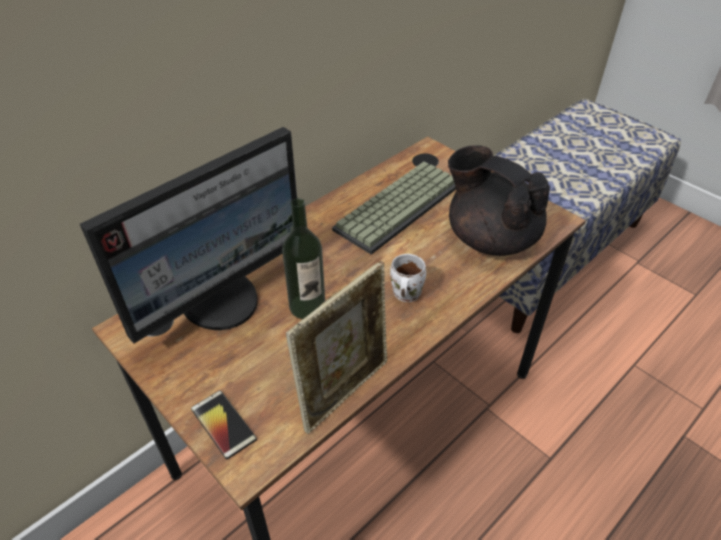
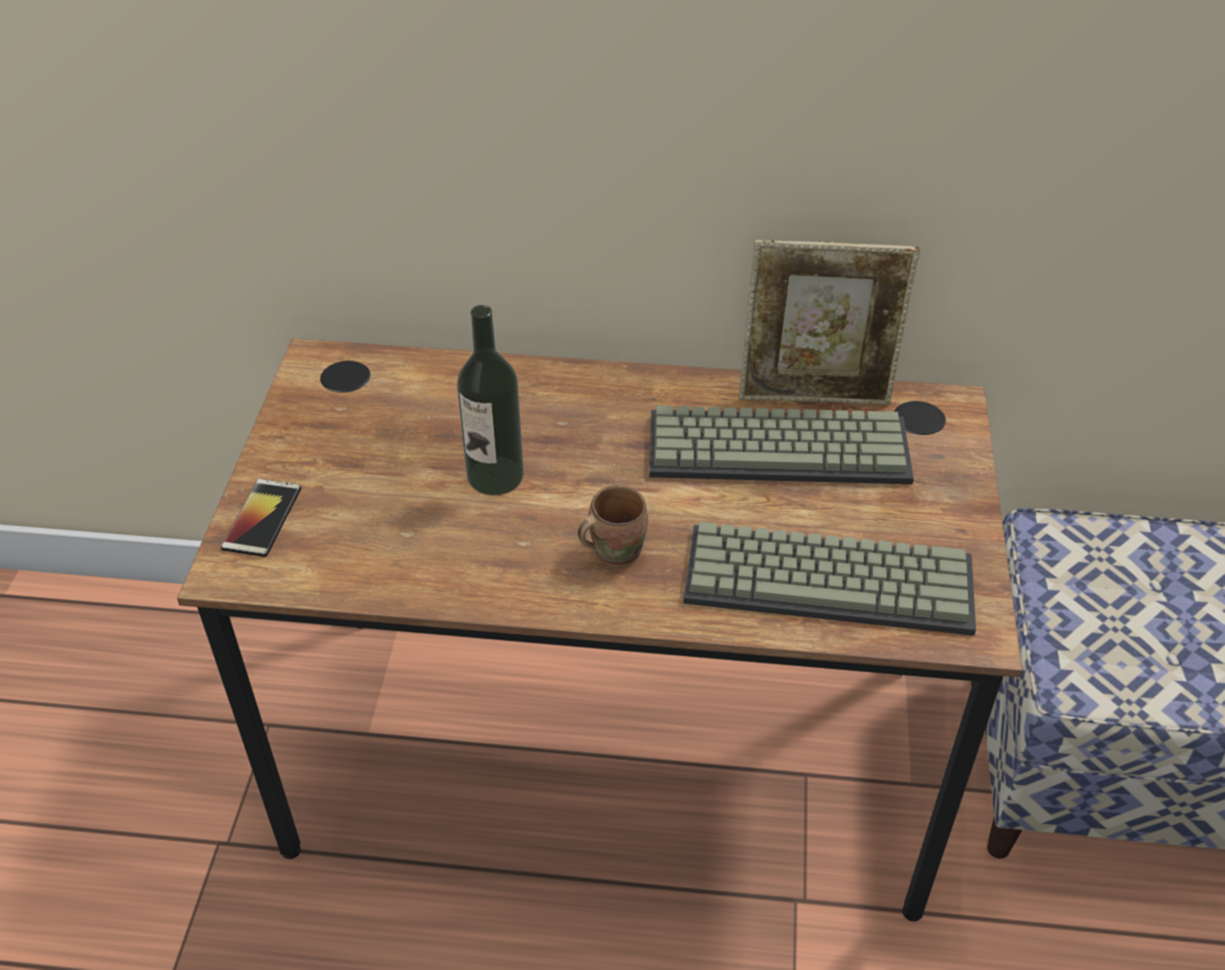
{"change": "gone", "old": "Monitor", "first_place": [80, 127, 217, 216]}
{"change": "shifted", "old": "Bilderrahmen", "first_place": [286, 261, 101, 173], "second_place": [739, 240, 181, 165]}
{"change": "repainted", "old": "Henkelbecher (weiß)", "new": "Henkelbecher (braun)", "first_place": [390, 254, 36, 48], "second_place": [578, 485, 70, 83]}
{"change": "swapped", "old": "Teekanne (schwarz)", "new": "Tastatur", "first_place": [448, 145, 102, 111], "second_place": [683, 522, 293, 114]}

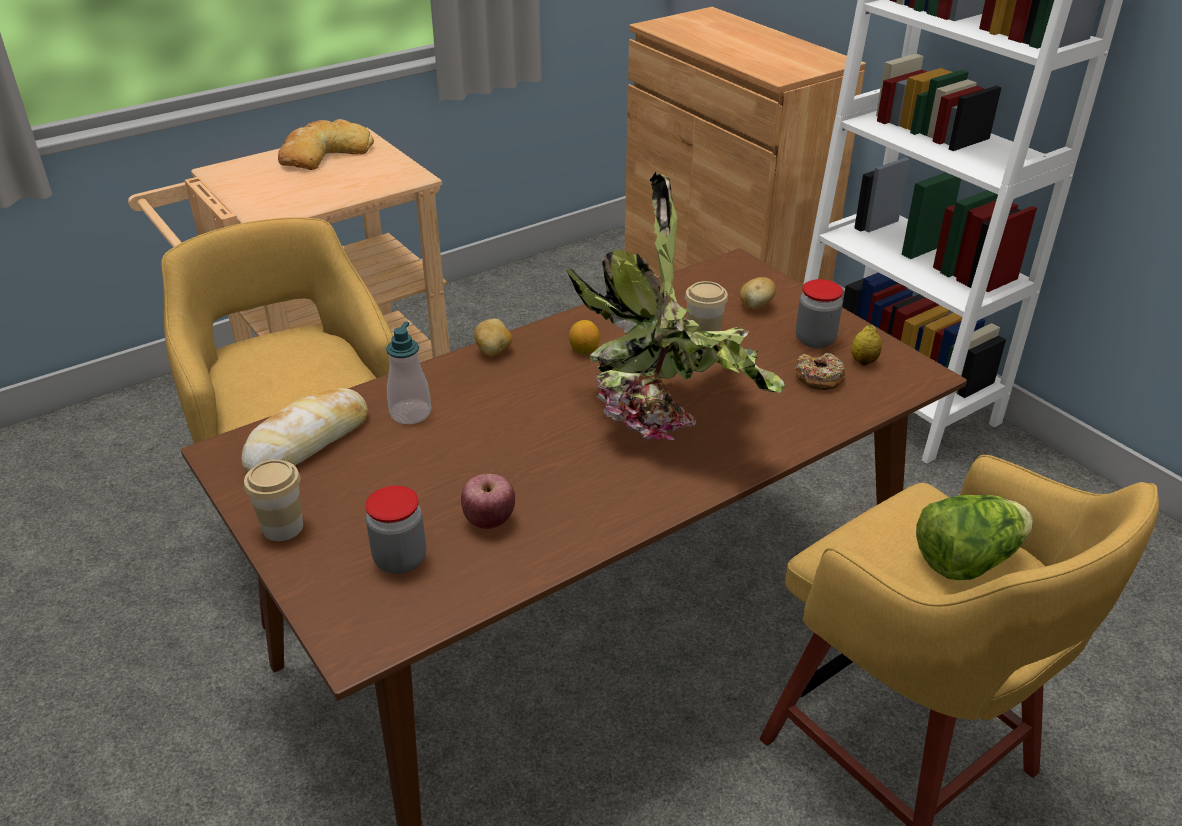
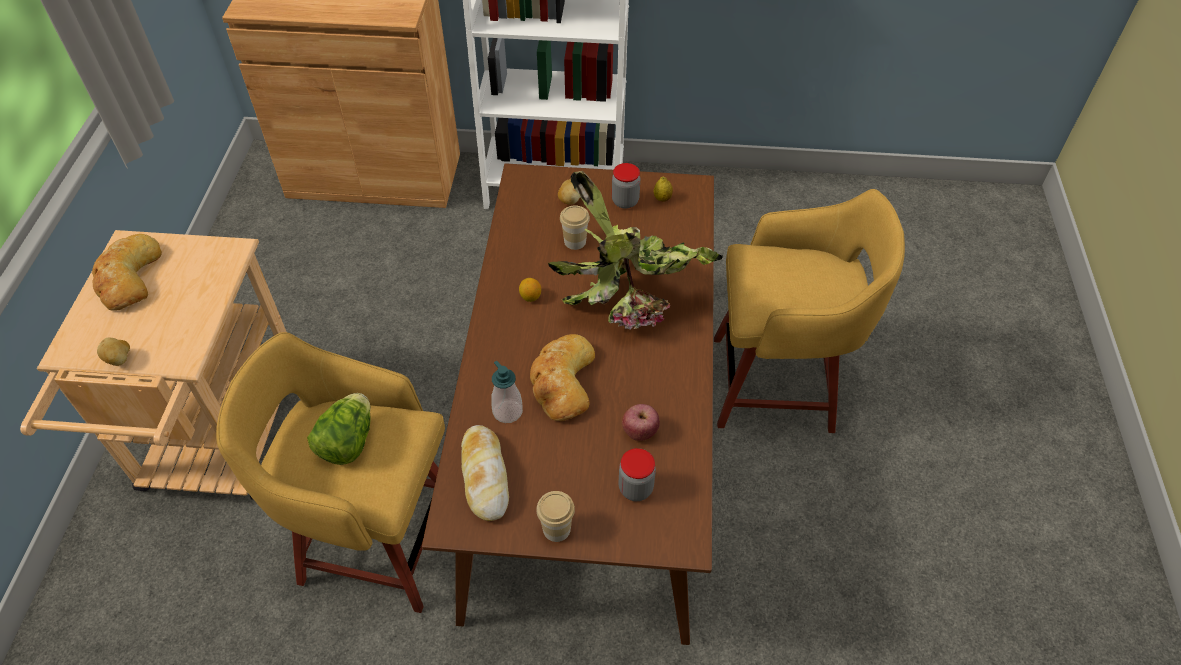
{"change": "shifted", "old": "Kartoffel", "first_place": [474, 318, 39, 38], "second_place": [97, 338, 33, 28]}
{"change": "gone", "old": "Donut", "first_place": [795, 353, 51, 37]}
{"change": "shifted", "old": "Salatkopf", "first_place": [916, 495, 117, 85], "second_place": [307, 393, 64, 72]}
{"change": "new", "new": "Brot", "second_place": [530, 334, 65, 87]}

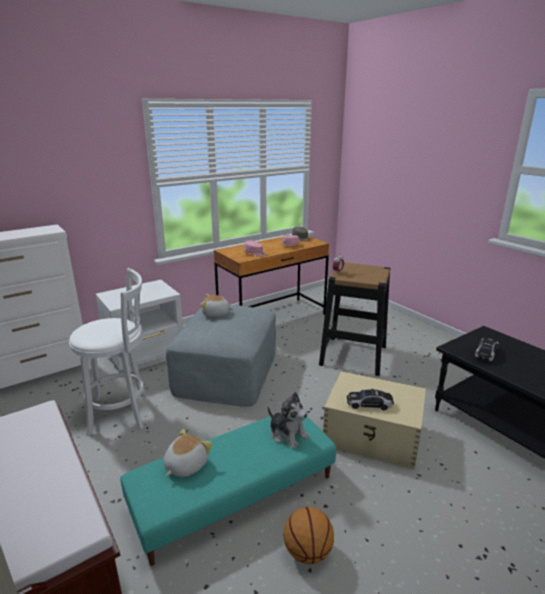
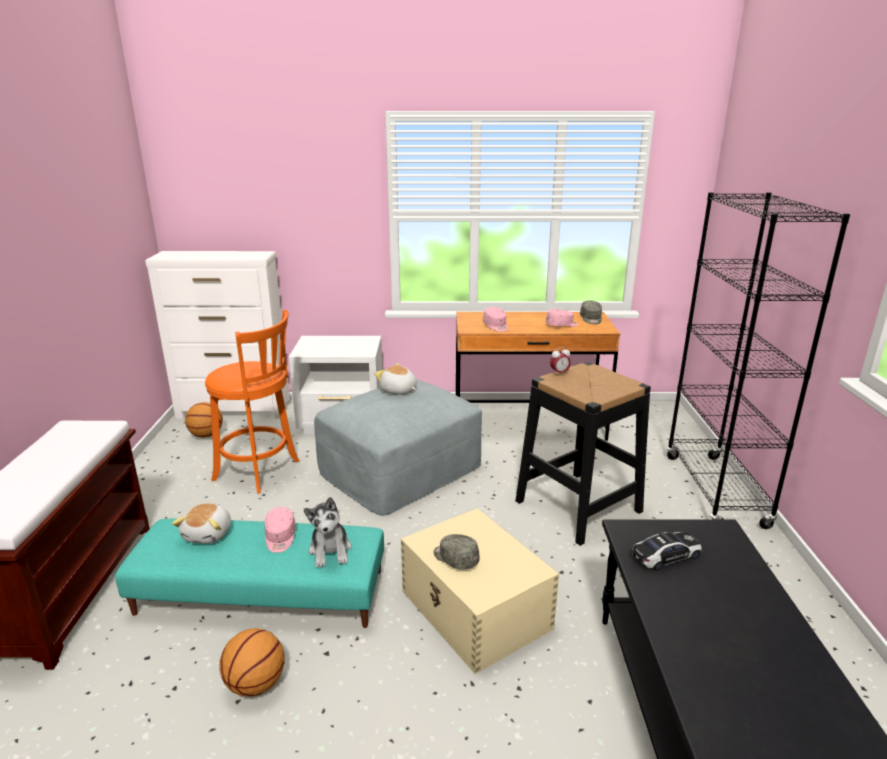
{"change": "repainted", "old": "Hocker (weiß)", "new": "Hocker (orange)", "first_place": [69, 268, 77, 168], "second_place": [205, 310, 94, 184]}
{"change": "rotated", "old": "Plüschtier", "first_place": [164, 429, 48, 48], "second_place": [172, 503, 59, 41], "degrees": 120}
{"change": "swapped", "old": "Spielzeugauto", "new": "Kappe (grau)", "first_place": [347, 389, 47, 21], "second_place": [434, 534, 46, 36]}
{"change": "new", "new": "Basketball", "second_place": [185, 402, 38, 36]}
{"change": "new", "new": "Kappe (rosa)", "second_place": [265, 507, 31, 46]}
{"change": "new", "new": "Bücherregal (schwarz)", "second_place": [666, 192, 184, 337]}

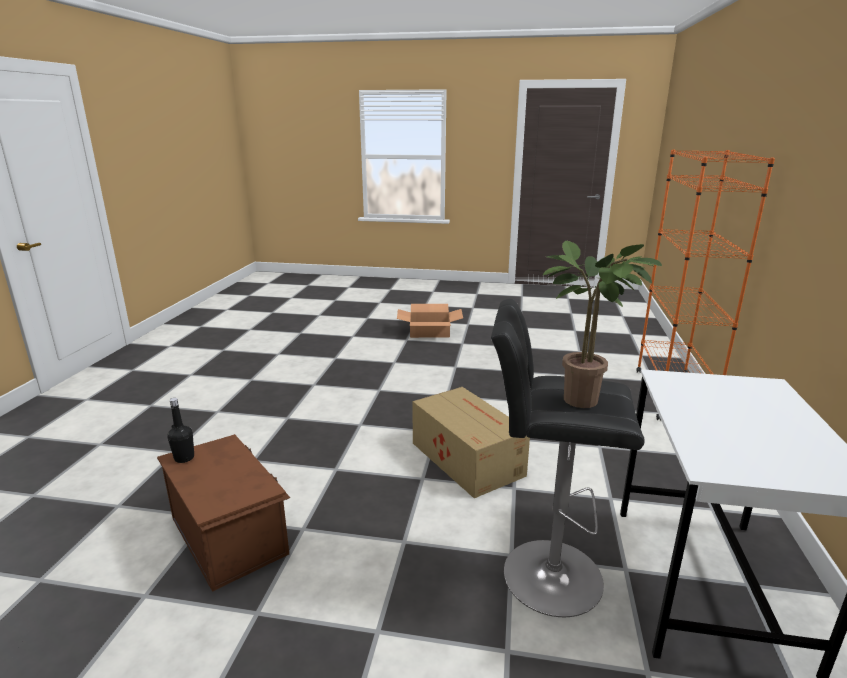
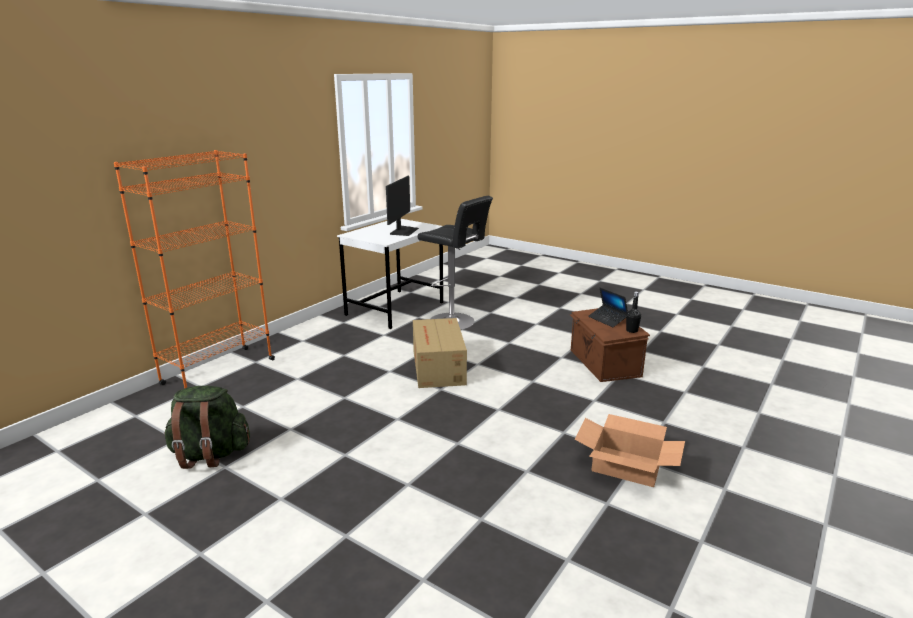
{"change": "shifted", "old": "Karton", "first_place": [397, 304, 66, 34], "second_place": [575, 414, 110, 73]}
{"change": "gone", "old": "Topfpflanze", "first_place": [543, 240, 119, 168]}
{"change": "new", "new": "Rucksack (grün)", "second_place": [164, 386, 86, 83]}
{"change": "new", "new": "Monitor", "second_place": [386, 176, 33, 60]}
{"change": "new", "new": "Laptop", "second_place": [588, 288, 40, 39]}

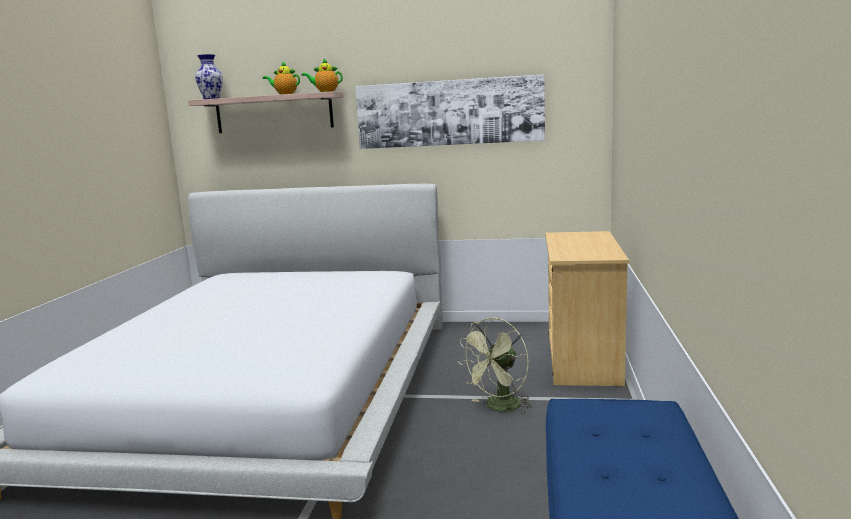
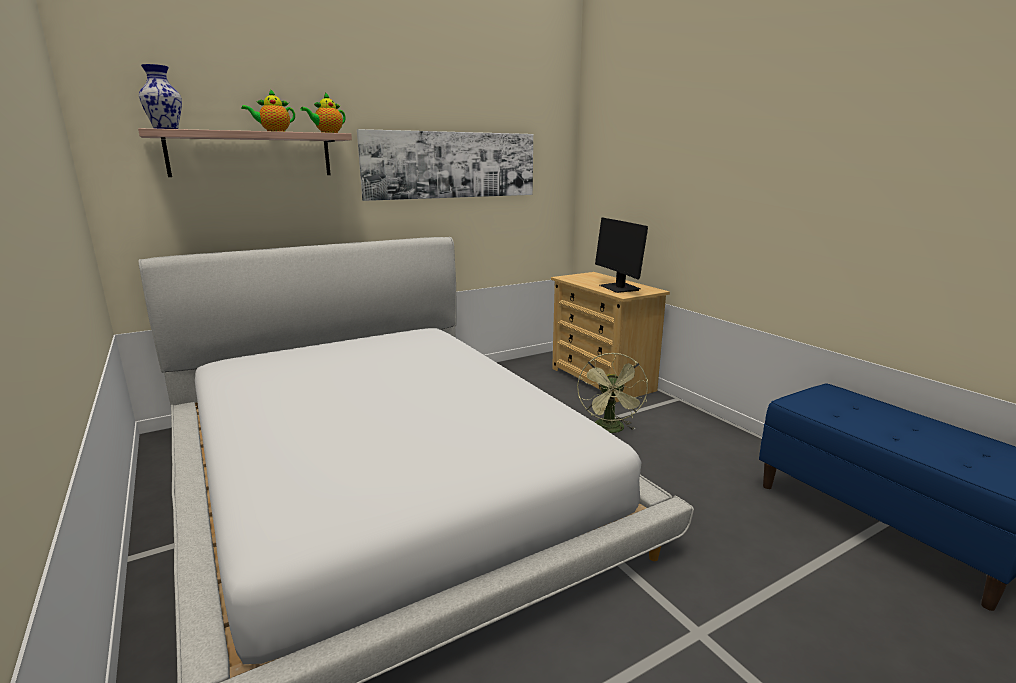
{"change": "new", "new": "Monitor", "second_place": [595, 217, 53, 76]}

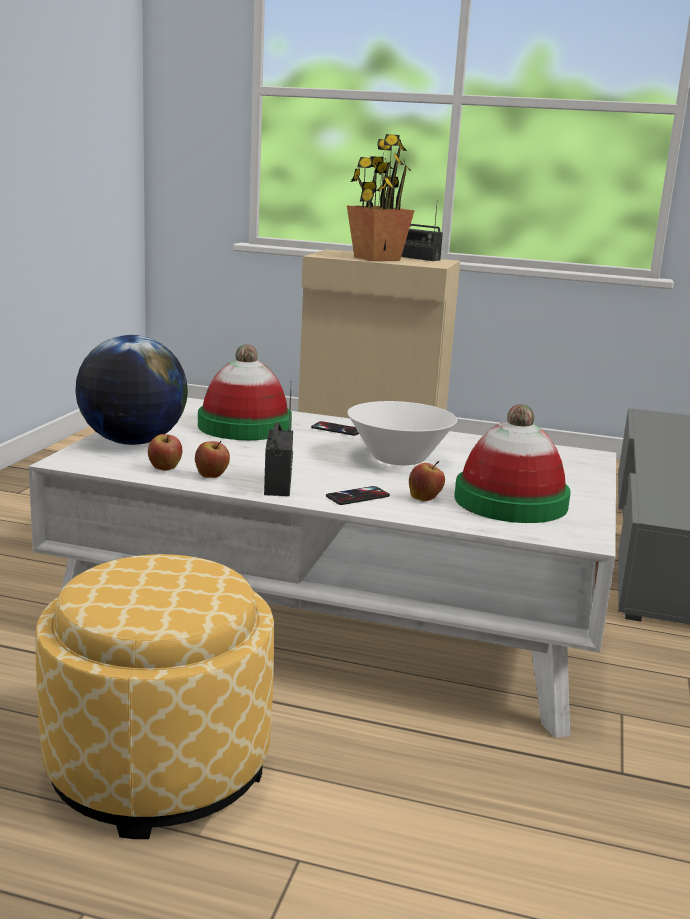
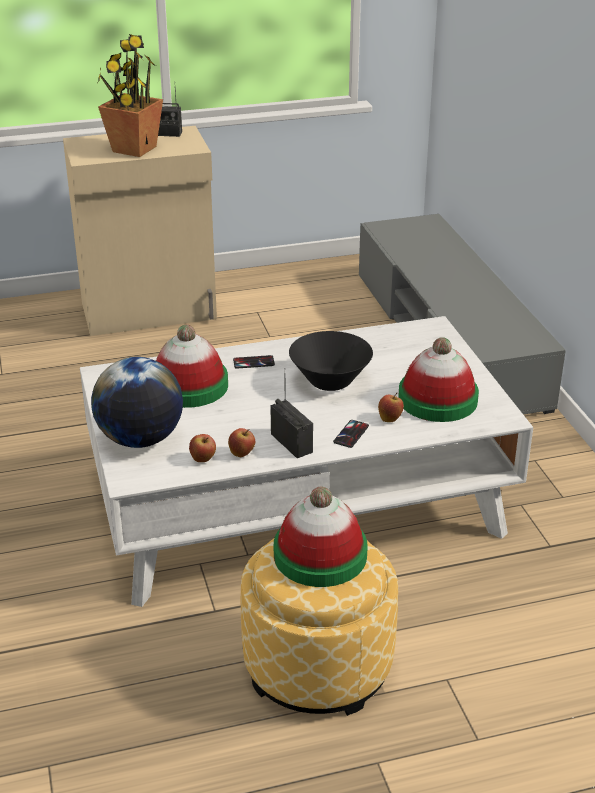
{"change": "repainted", "old": "Schüssel (weiß)", "new": "Schüssel (schwarz)", "first_place": [347, 401, 110, 64], "second_place": [289, 331, 84, 60]}
{"change": "new", "new": "Hut", "second_place": [274, 487, 93, 100]}

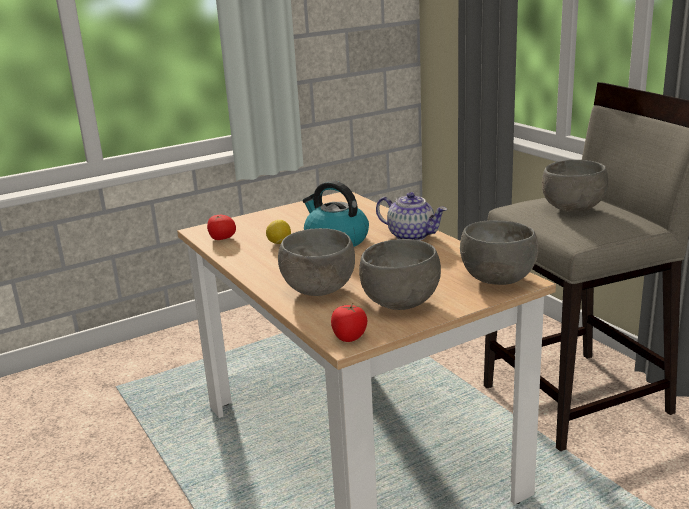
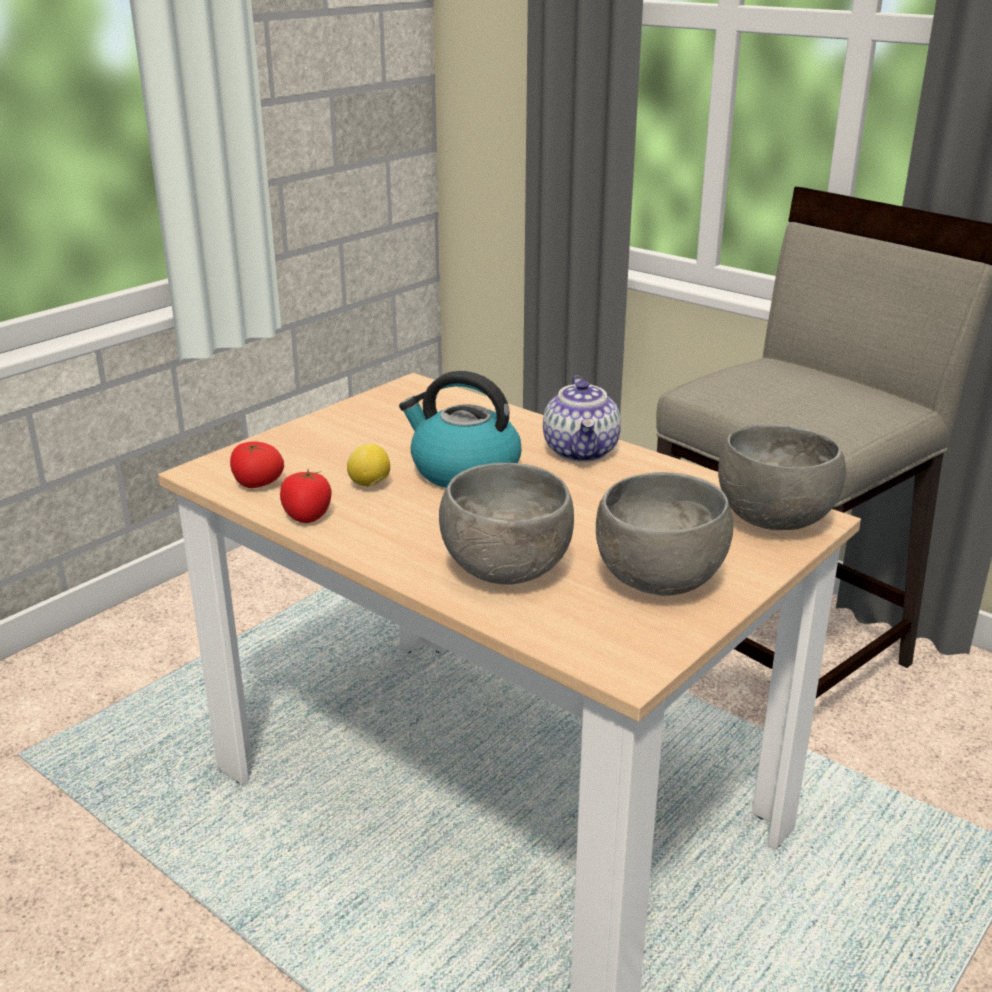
{"change": "shifted", "old": "Tomate", "first_place": [331, 304, 36, 38], "second_place": [280, 468, 52, 55]}
{"change": "rotated", "old": "Teekanne", "first_place": [376, 192, 71, 49], "second_place": [543, 376, 78, 86], "degrees": 75}
{"change": "gone", "old": "Schüssel (grau)", "first_place": [542, 160, 66, 52]}

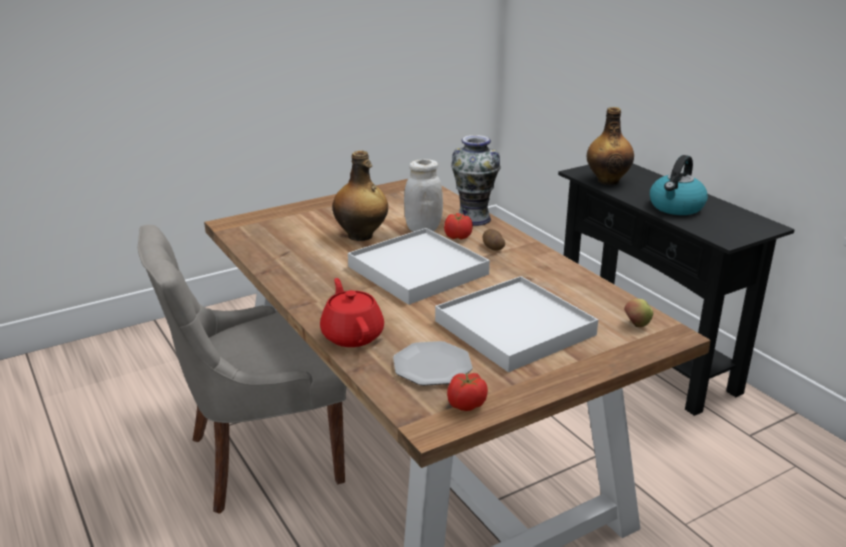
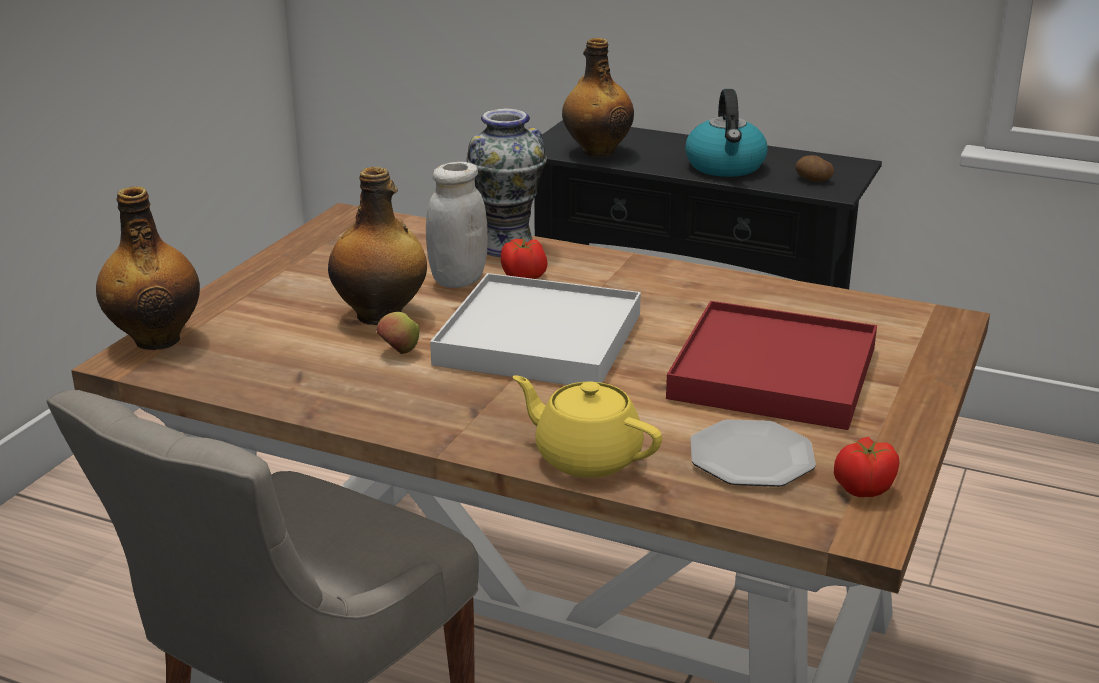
{"change": "repainted", "old": "Teekanne (rot)", "new": "Teekanne (gelb)", "first_place": [320, 278, 64, 69], "second_place": [513, 375, 149, 103]}
{"change": "repainted", "old": "Tablett (weiß)", "new": "Tablett (rot)", "first_place": [435, 276, 163, 96], "second_place": [666, 301, 211, 129]}
{"change": "shifted", "old": "Kartoffel", "first_place": [483, 229, 22, 22], "second_place": [795, 155, 39, 27]}
{"change": "shifted", "old": "Apfel", "first_place": [624, 299, 29, 28], "second_place": [376, 312, 44, 42]}
{"change": "new", "new": "Flasche", "second_place": [96, 186, 104, 164]}

